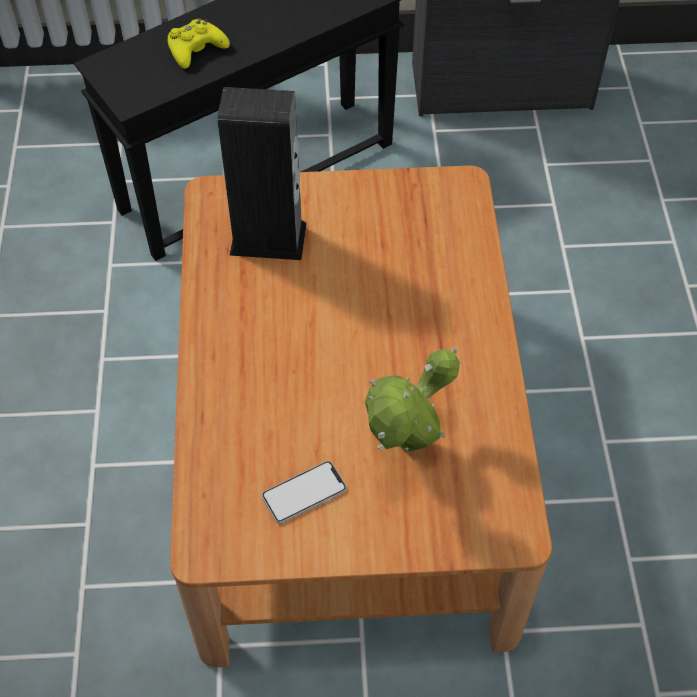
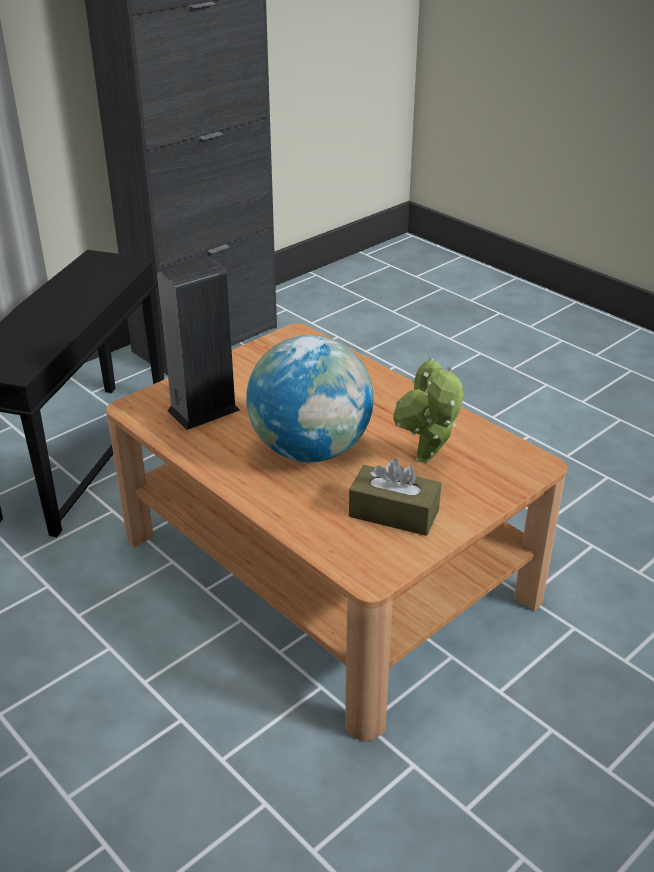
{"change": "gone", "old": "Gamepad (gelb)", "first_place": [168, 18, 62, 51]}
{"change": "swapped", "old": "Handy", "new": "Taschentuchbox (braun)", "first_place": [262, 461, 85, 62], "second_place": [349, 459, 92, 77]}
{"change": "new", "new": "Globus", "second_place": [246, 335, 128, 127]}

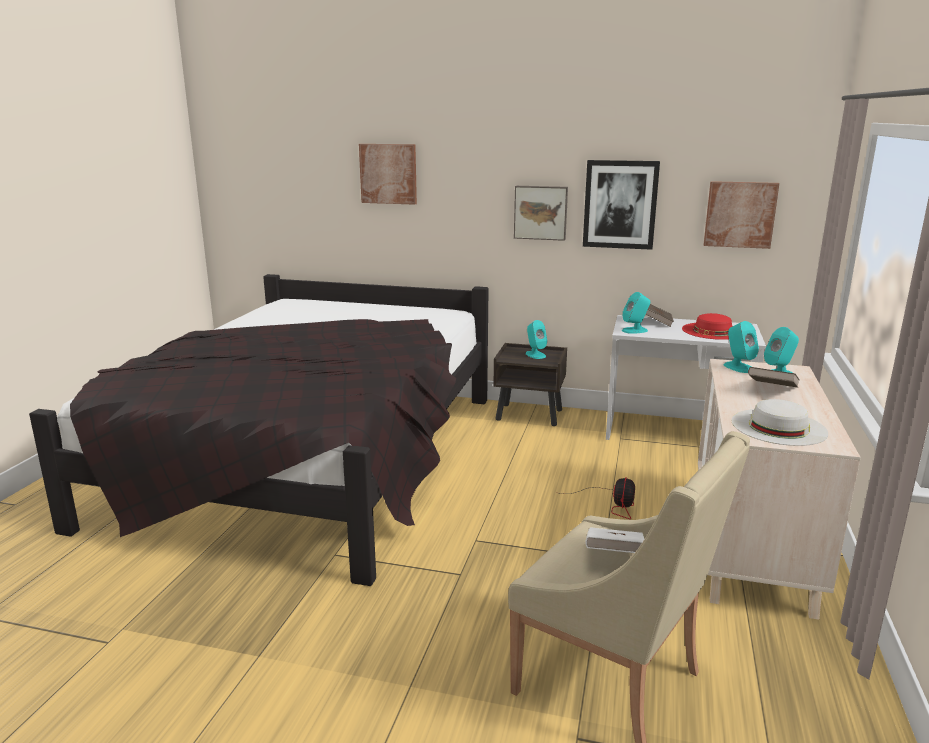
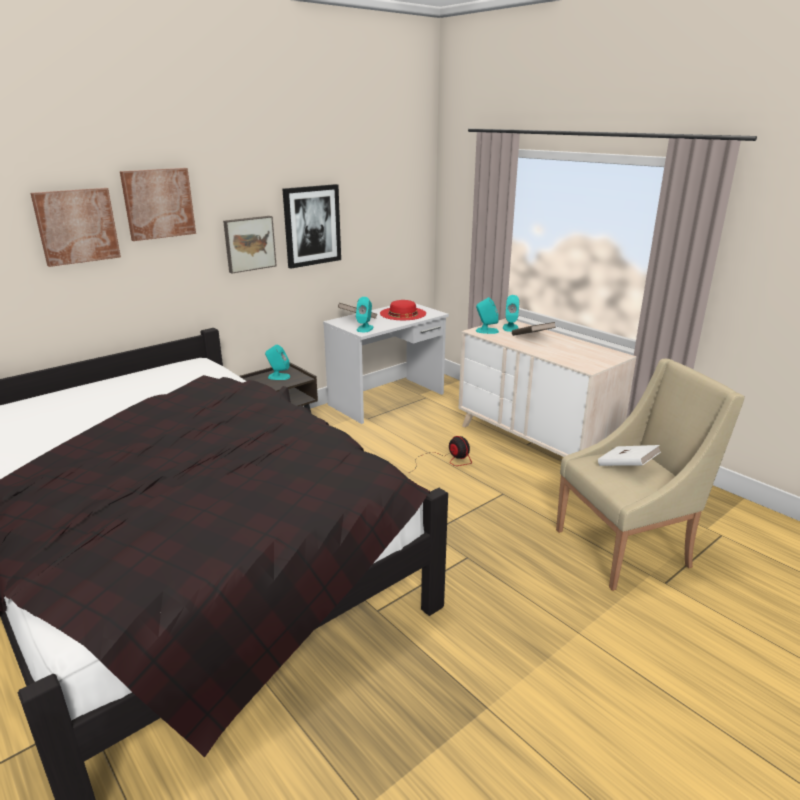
{"change": "shifted", "old": "Bild", "first_place": [703, 181, 76, 68], "second_place": [120, 168, 76, 73]}
{"change": "gone", "old": "Hut (weiß)", "first_place": [731, 399, 97, 47]}

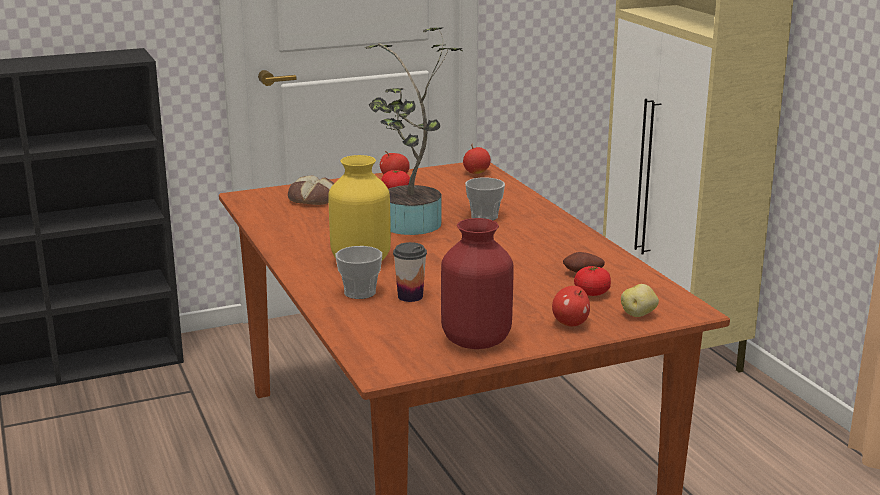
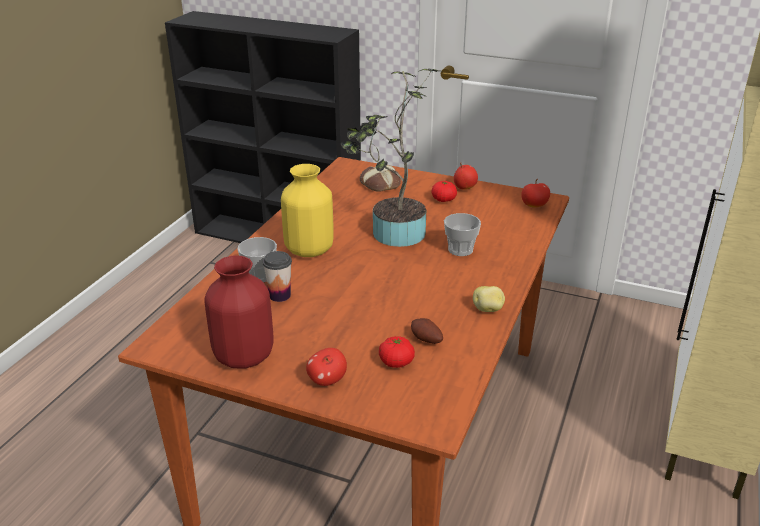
{"change": "shifted", "old": "Kartoffel", "first_place": [621, 284, 38, 33], "second_place": [473, 286, 32, 26]}

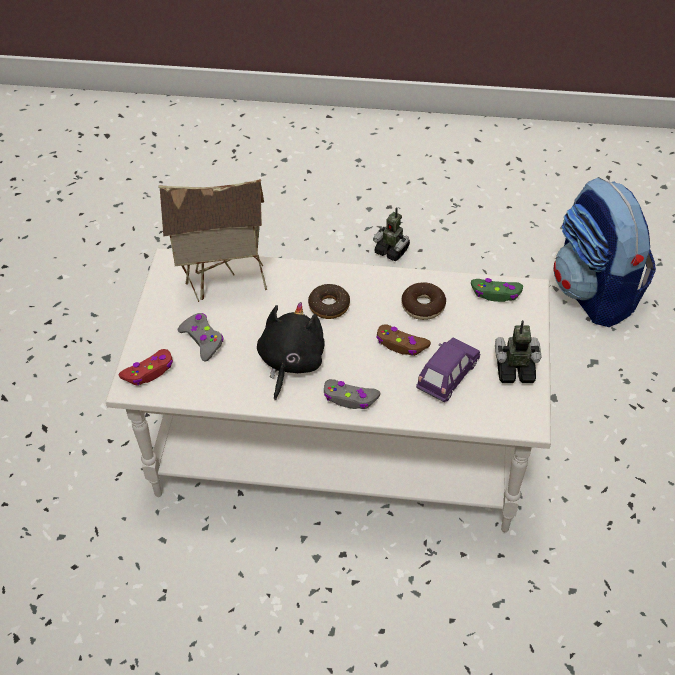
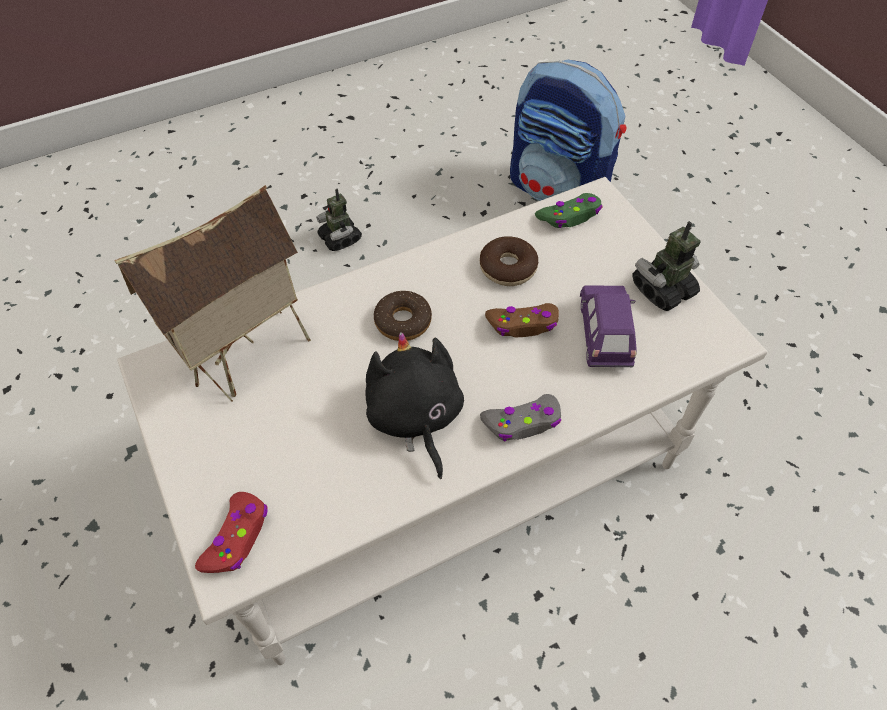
{"change": "gone", "old": "Gamepad (grau)", "first_place": [178, 313, 46, 48]}
{"change": "rotated", "old": "Spielzeugroboter", "first_place": [373, 207, 37, 54], "second_place": [316, 189, 46, 62], "degrees": 60}

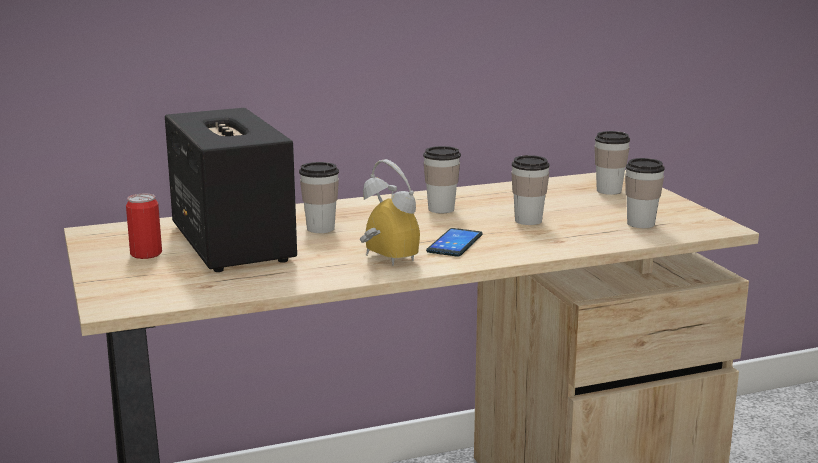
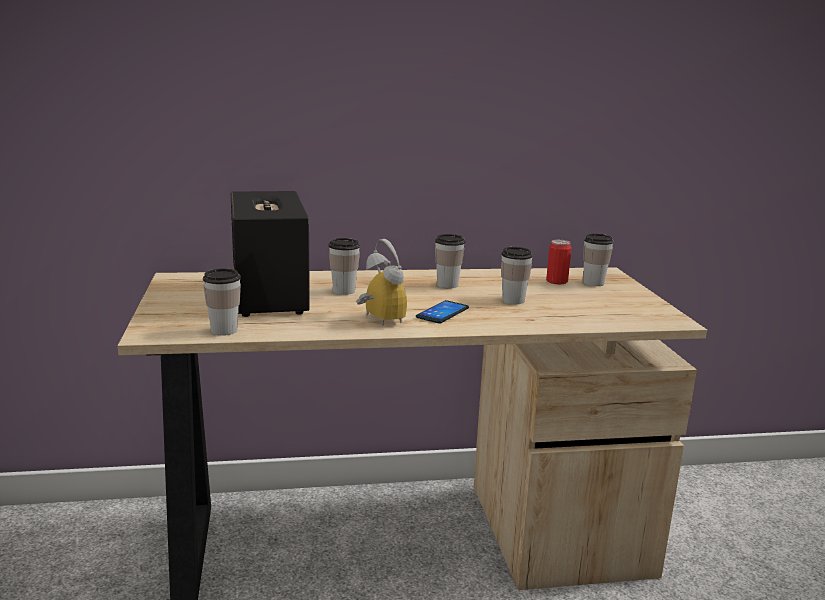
{"change": "shifted", "old": "Dose", "first_place": [126, 194, 36, 65], "second_place": [546, 240, 26, 44]}
{"change": "shifted", "old": "Tasse", "first_place": [625, 158, 39, 70], "second_place": [203, 268, 38, 68]}

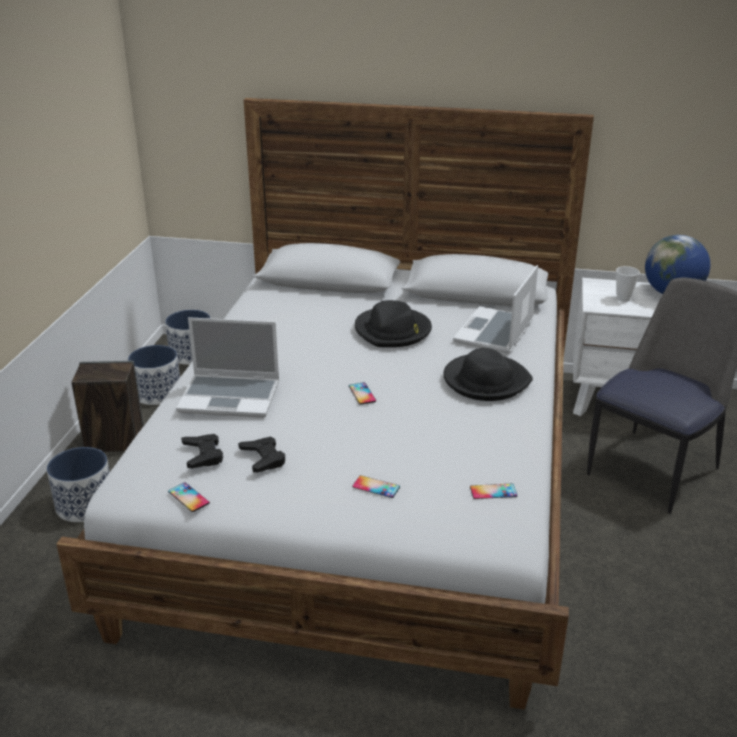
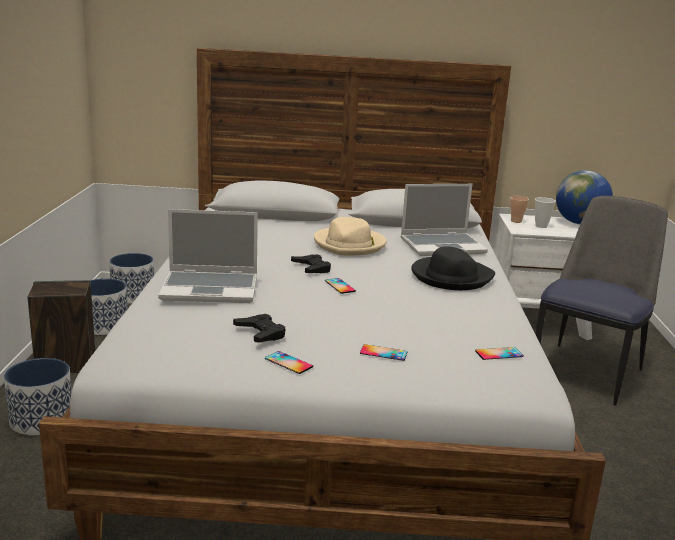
{"change": "shifted", "old": "Handy", "first_place": [168, 482, 42, 30], "second_place": [265, 351, 48, 23]}
{"change": "shifted", "old": "Gamepad (schwarz)", "first_place": [181, 434, 42, 34], "second_place": [291, 254, 40, 19]}
{"change": "repainted", "old": "Hut (schwarz)", "new": "Hut (beige)", "first_place": [355, 300, 77, 47], "second_place": [314, 217, 72, 38]}
{"change": "rotated", "old": "Laptop", "first_place": [453, 265, 85, 88], "second_place": [401, 184, 87, 72], "degrees": -120}
{"change": "new", "new": "Tasse", "second_place": [510, 196, 19, 27]}

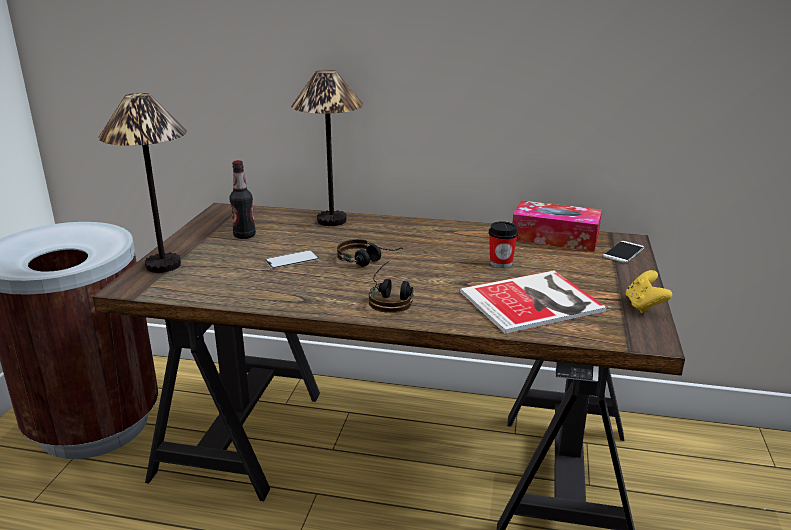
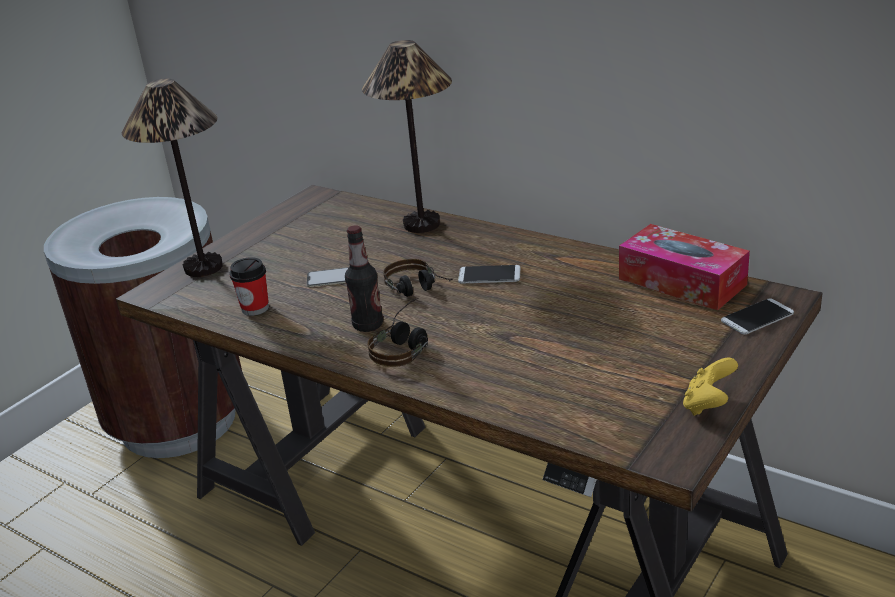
{"change": "shifted", "old": "Flasche", "first_place": [229, 160, 27, 79], "second_place": [345, 225, 38, 107]}
{"change": "gone", "old": "Buch", "first_place": [460, 270, 147, 64]}
{"change": "shifted", "old": "Tasse", "first_place": [489, 221, 29, 47], "second_place": [229, 257, 40, 59]}
{"change": "new", "new": "Handy", "second_place": [458, 265, 62, 18]}

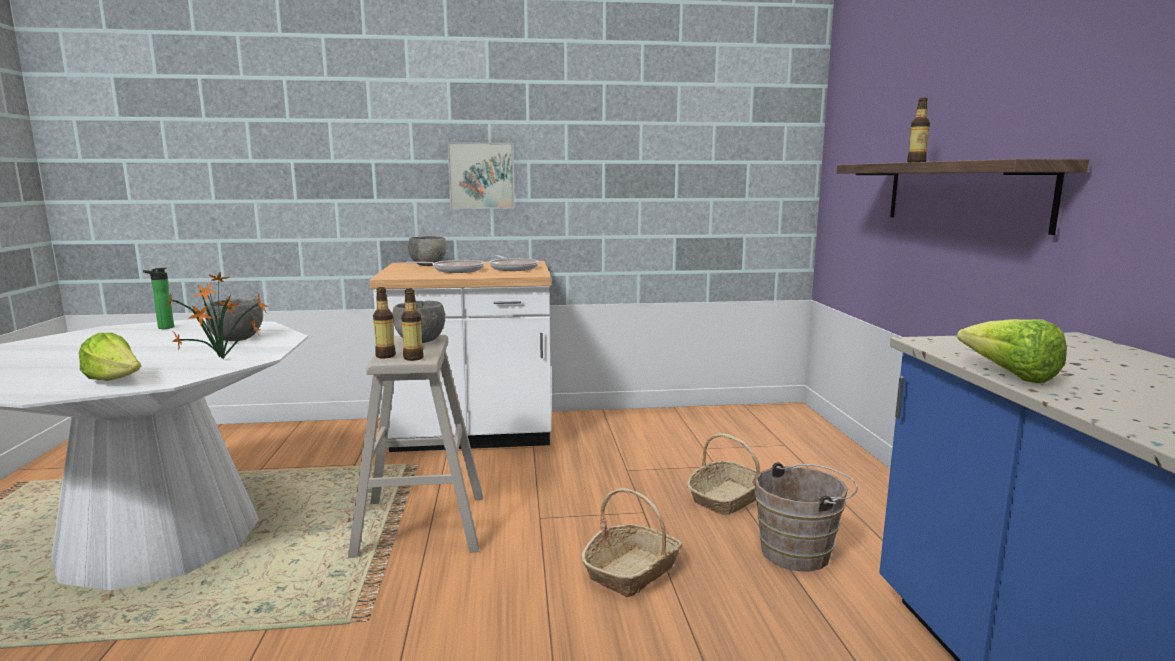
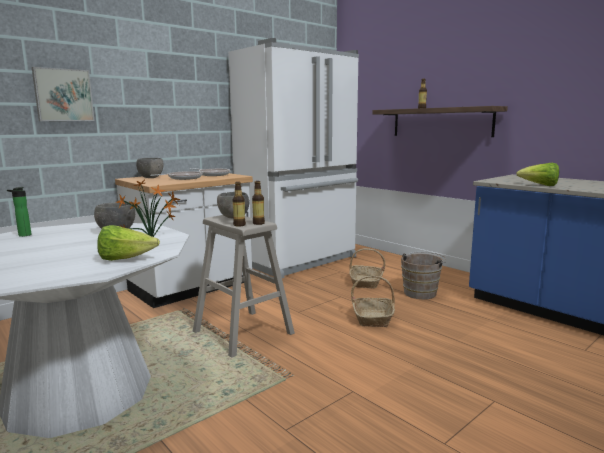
{"change": "shifted", "old": "Bild", "first_place": [447, 142, 68, 67], "second_place": [32, 67, 62, 54]}
{"change": "new", "new": "Kühlschrank (weiß)", "second_place": [228, 38, 131, 240]}

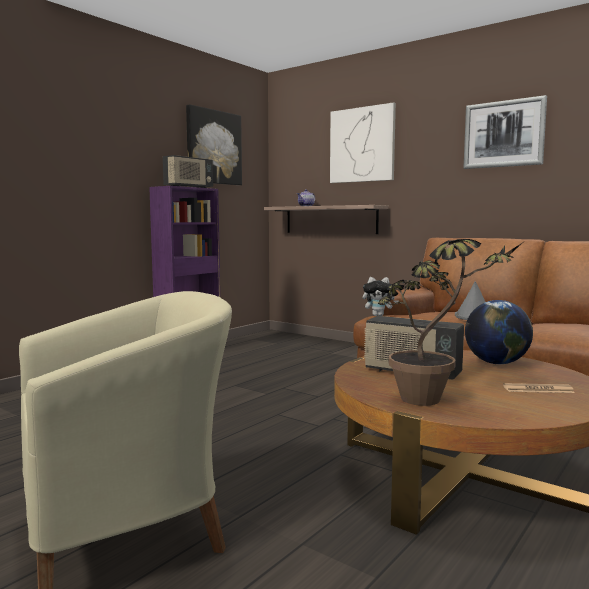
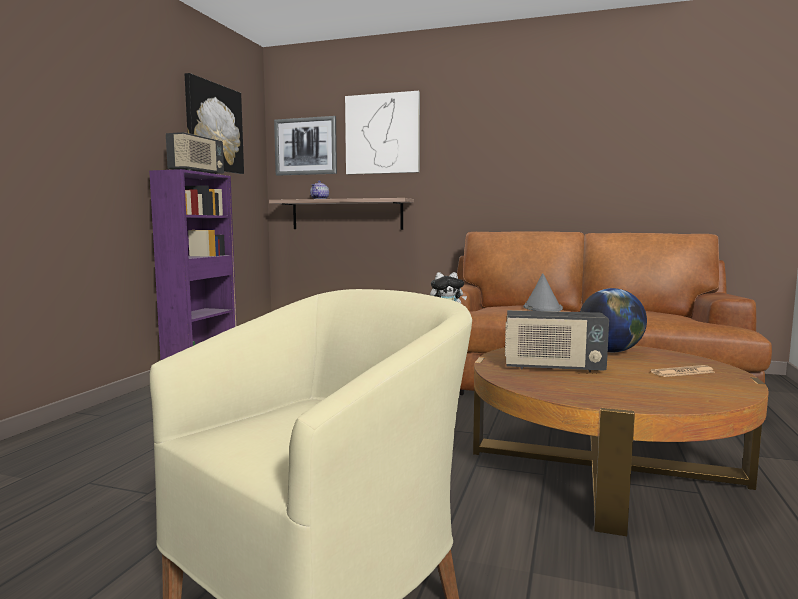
{"change": "gone", "old": "Topfpflanze", "first_place": [378, 239, 144, 167]}
{"change": "shifted", "old": "Bild", "first_place": [463, 95, 84, 74], "second_place": [274, 116, 63, 60]}

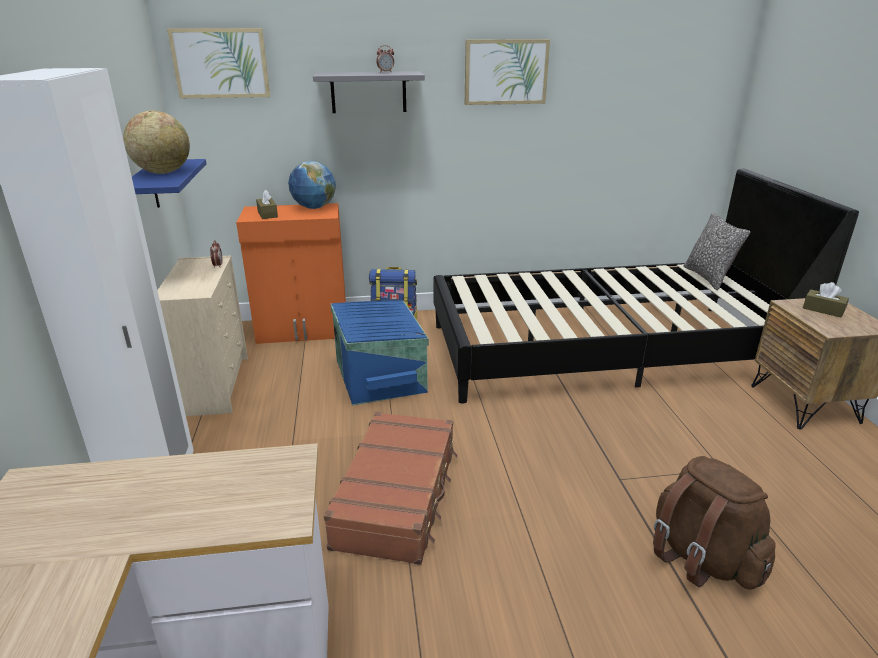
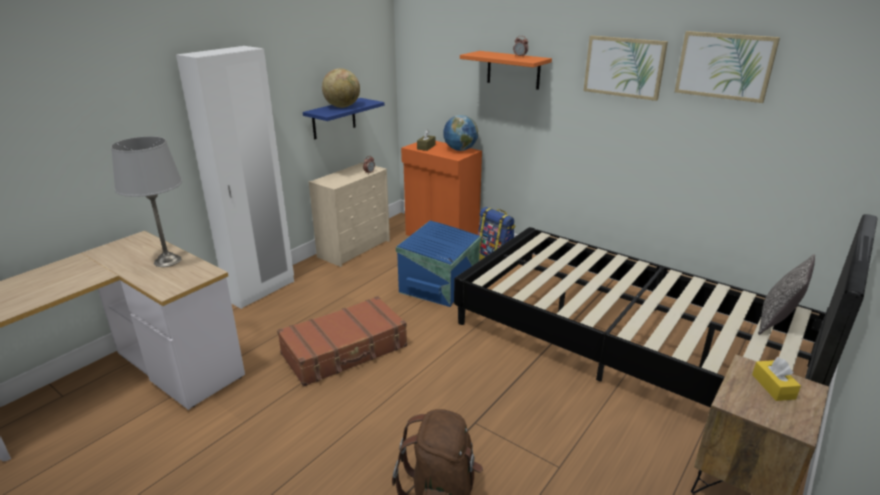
{"change": "shifted", "old": "Bild", "first_place": [167, 28, 103, 70], "second_place": [675, 31, 105, 72]}
{"change": "repainted", "old": "Wandregal (grau)", "new": "Wandregal (orange)", "first_place": [313, 71, 112, 42], "second_place": [460, 51, 92, 39]}
{"change": "repainted", "old": "Taschentuchbox (braun)", "new": "Taschentuchbox (gelb)", "first_place": [803, 282, 46, 36], "second_place": [752, 357, 49, 44]}
{"change": "new", "new": "Tischlampe (grau)", "second_place": [111, 136, 71, 131]}

